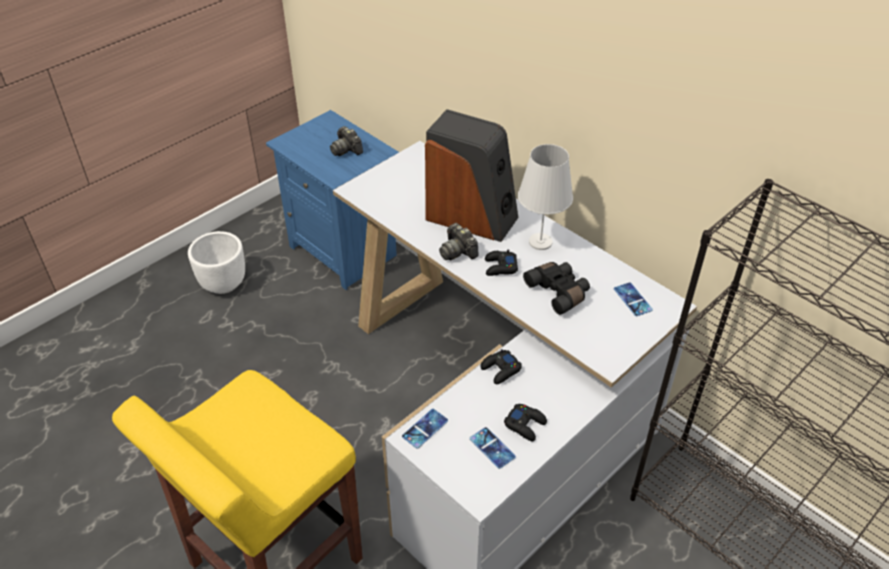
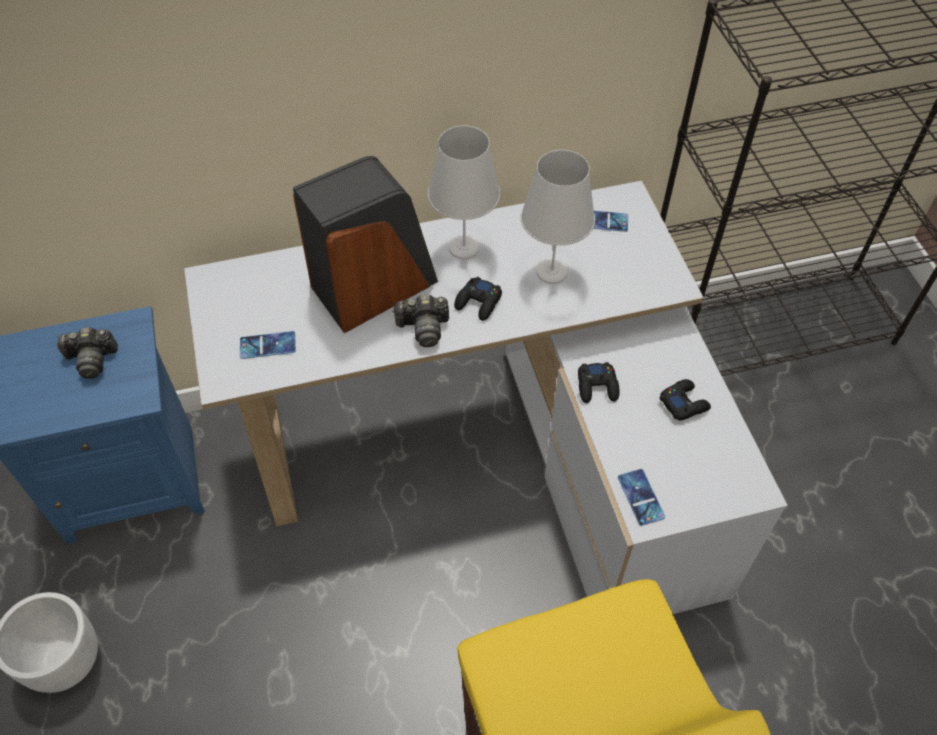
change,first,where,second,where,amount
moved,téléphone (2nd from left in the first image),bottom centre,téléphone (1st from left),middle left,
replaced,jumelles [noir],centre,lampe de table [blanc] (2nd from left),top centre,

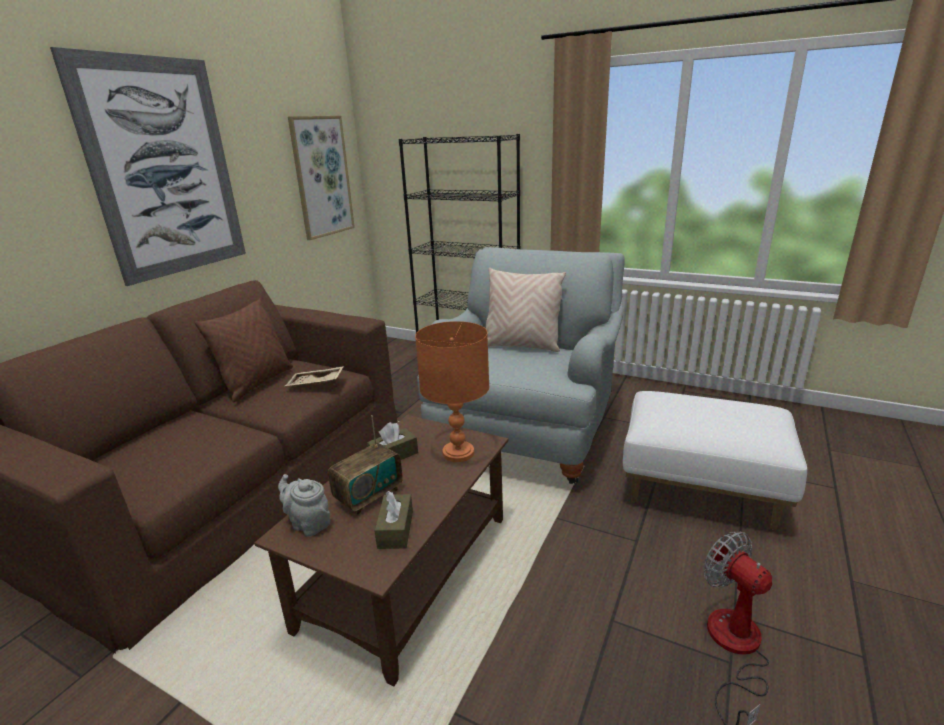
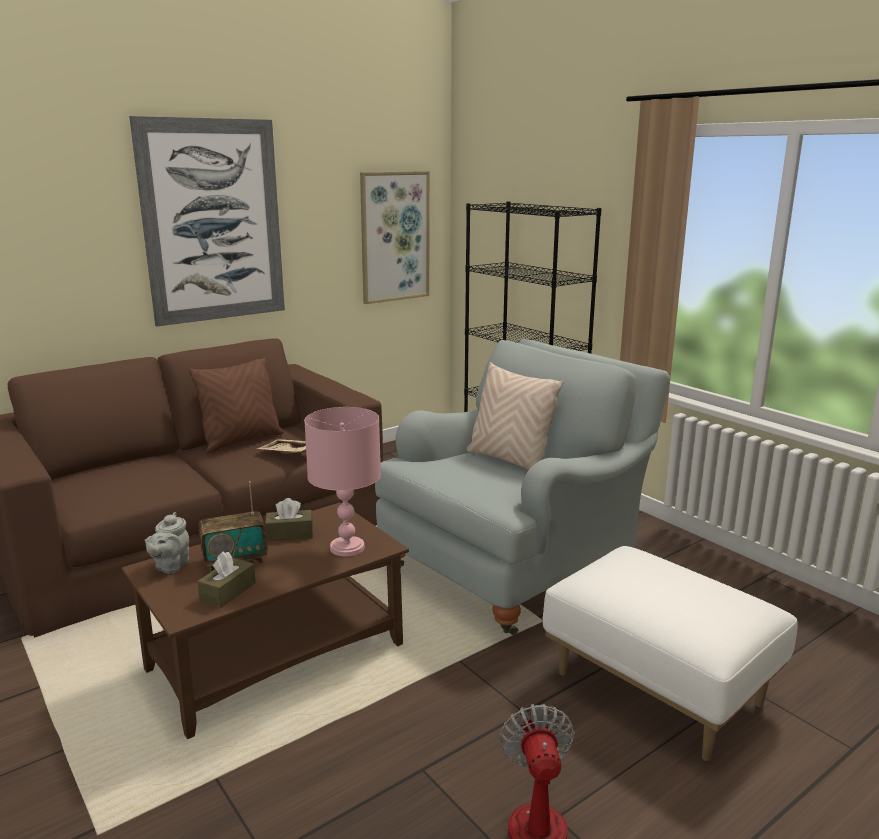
change,first,where,second,where,amount
recoloured,lampe de table [orange],centre,lampe de table [rose],centre,
turned,théière [gris],bottom left,,middle left,135 degrees counterclockwise

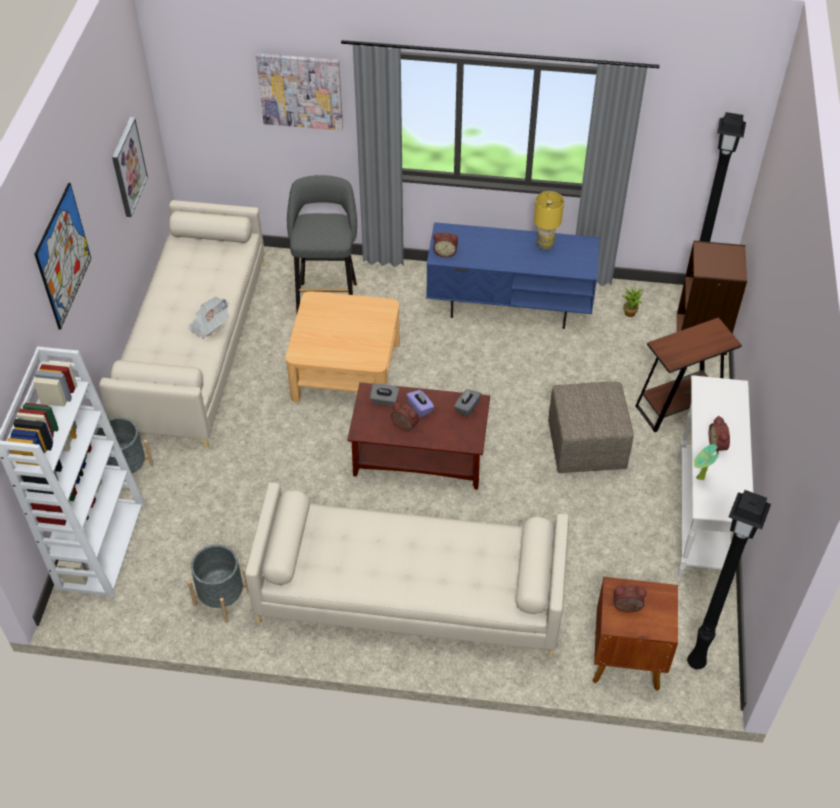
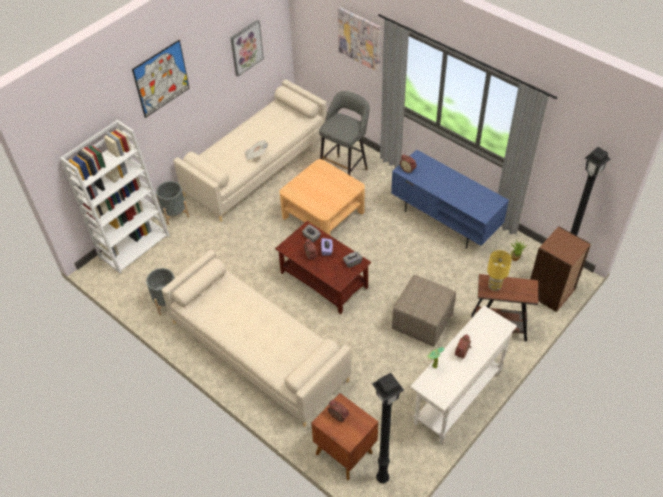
change,first,where,second,where,amount
moved,lampe de table [jaune],top centre,,middle right,

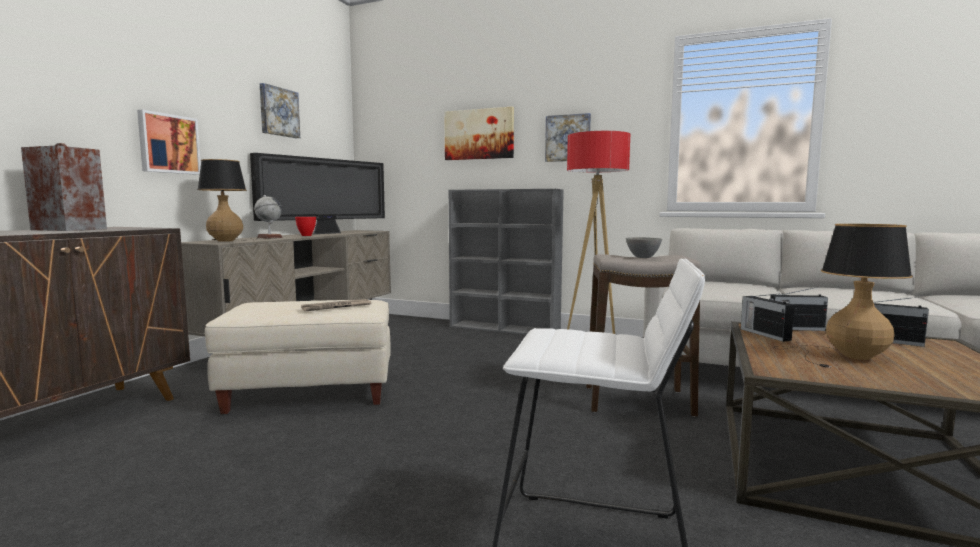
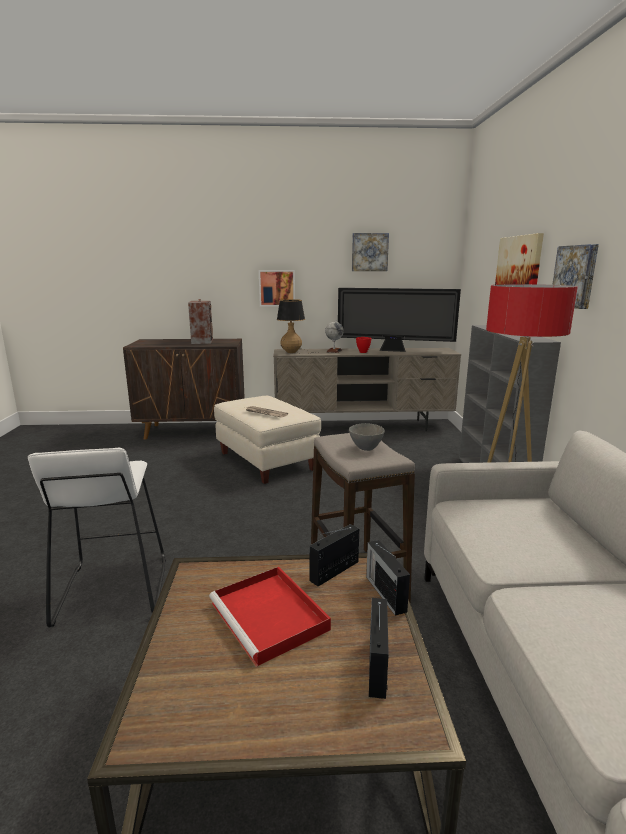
change,first,where,second,where,amount
replaced,lampe de table (2nd from left),middle right,plateau [rouge],bottom centre,

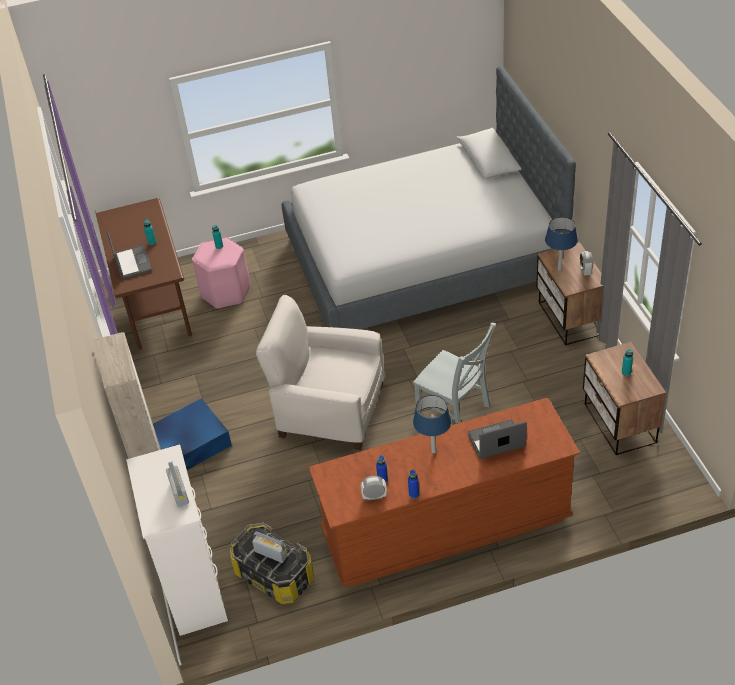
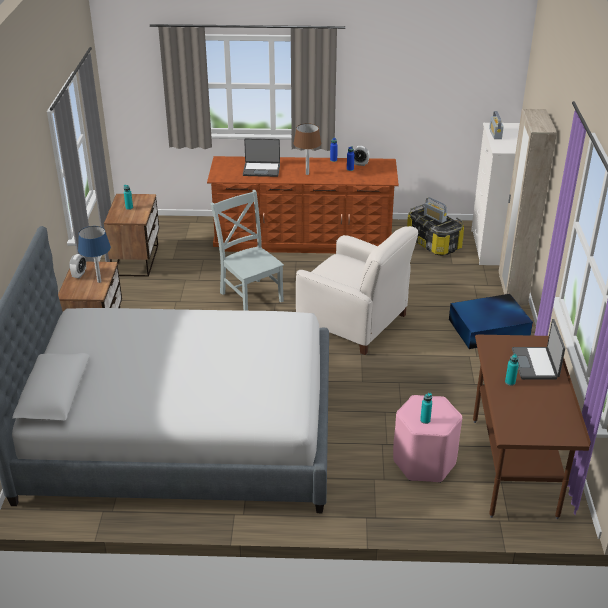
change,first,where,second,where,amount
recoloured,lampe de table [bleu] (1st from left),centre,lampe de table [marron],top centre,

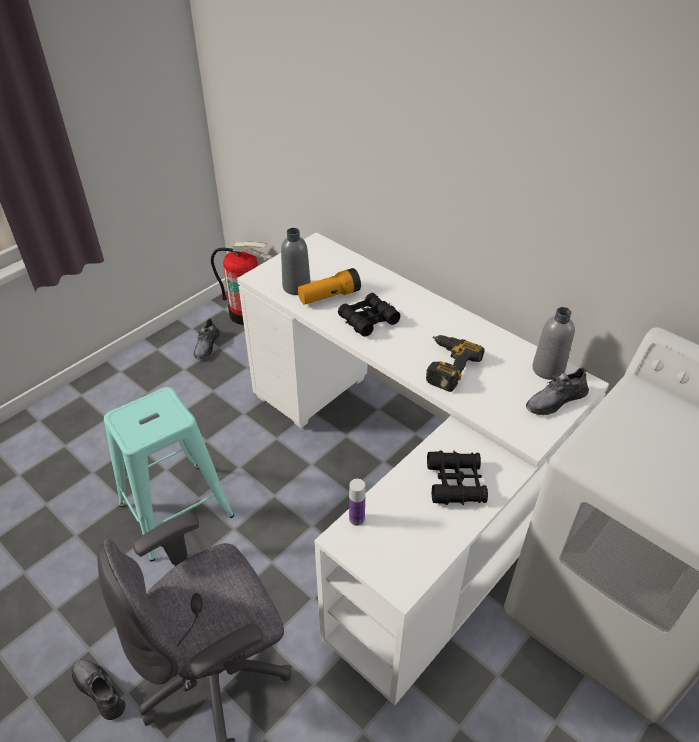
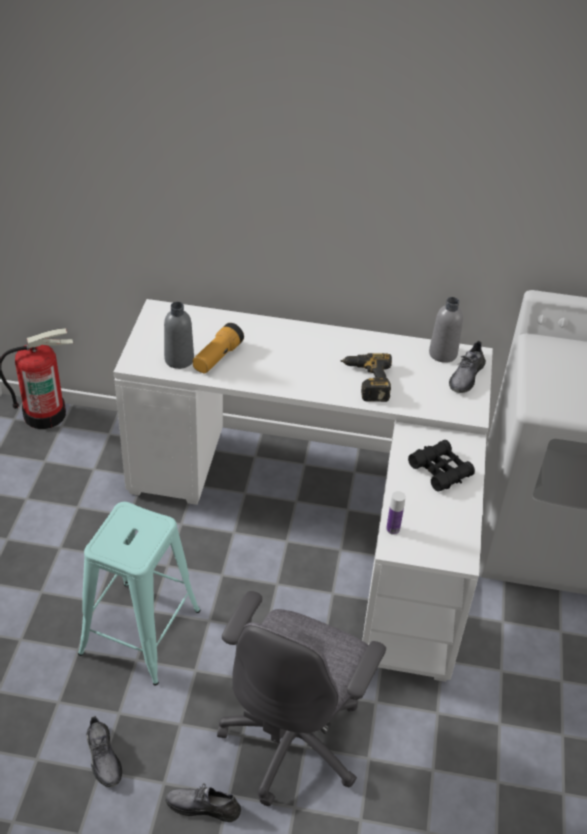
change,first,where,second,where,amount
removed,jumelles [noir] (1st from left),centre,,,
moved,chaussure [gris] (2nd from left in the first image),middle left,chaussure [gris] (1st from left),bottom left,

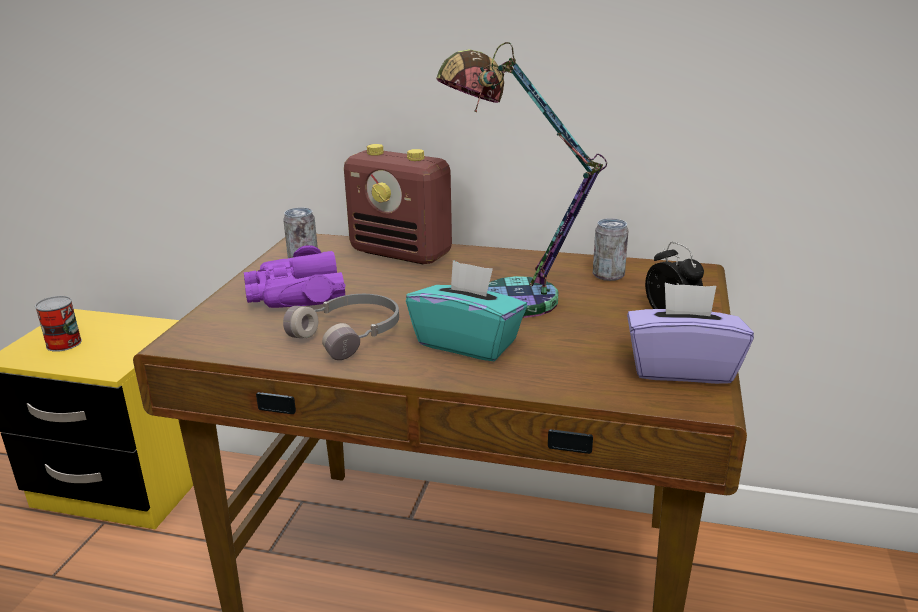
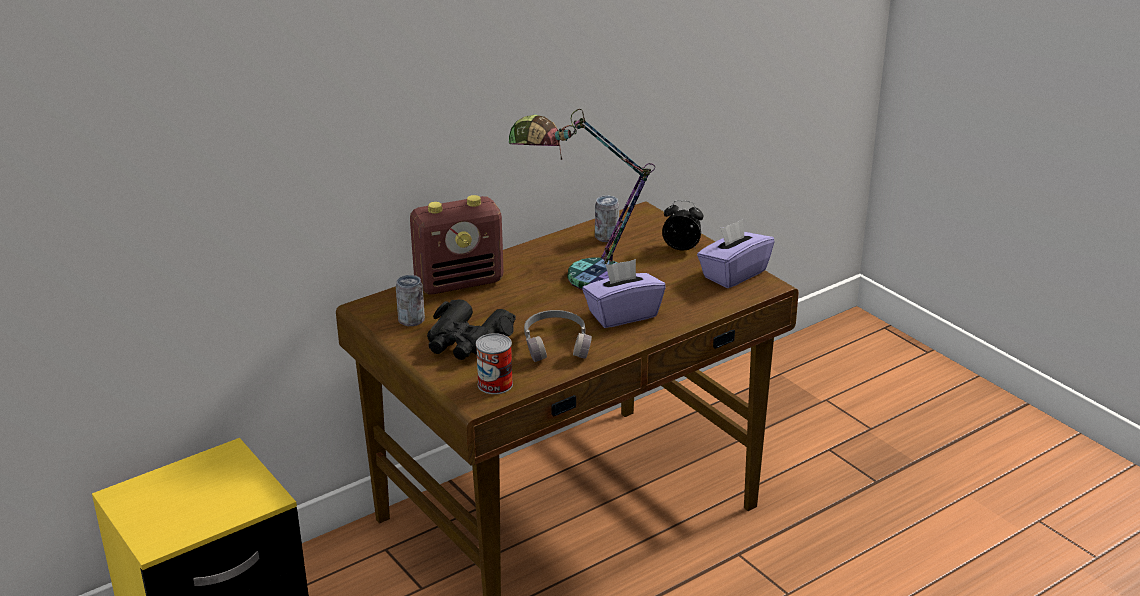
change,first,where,second,where,amount
moved,boîte métallique (1st from left in the first image),middle left,boîte métallique (2nd from left),centre,
recoloured,jumelles [violet],middle left,jumelles [noir],centre,
recoloured,boîte à mouchoirs [turquoise],centre,boîte à mouchoirs [violet] (1st from left),centre,

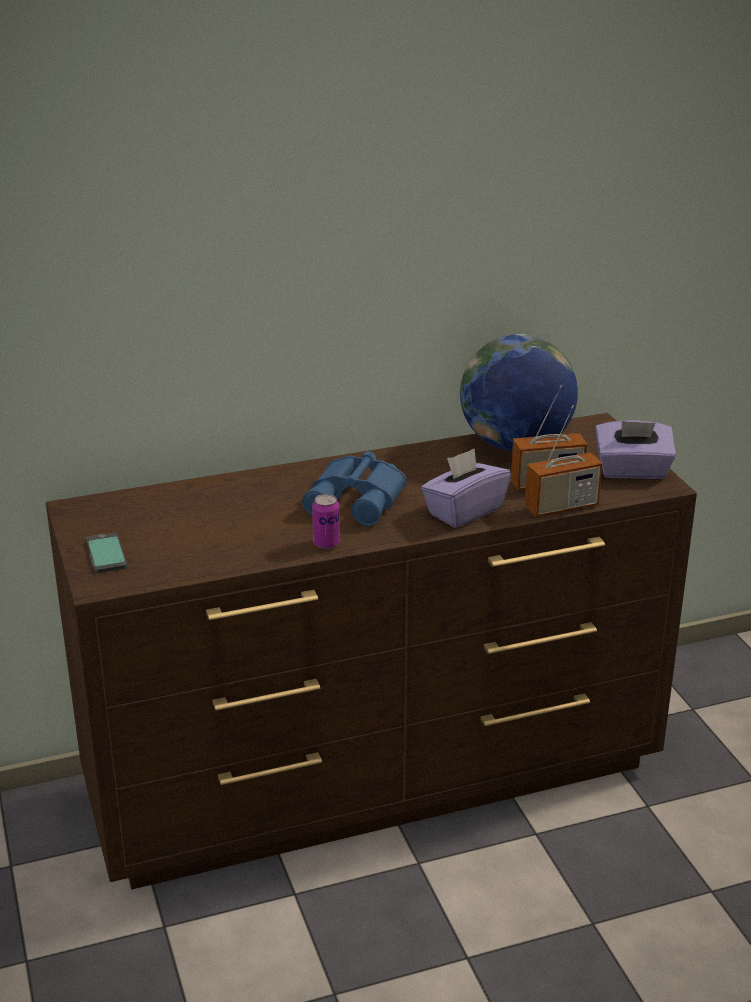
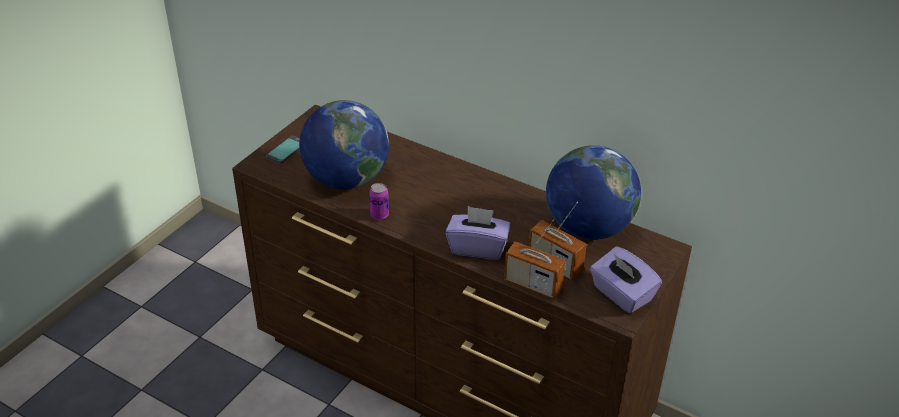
change,first,where,second,where,amount
removed,jumelles [bleu],centre,,,
added,,,globe (1st from left),centre,

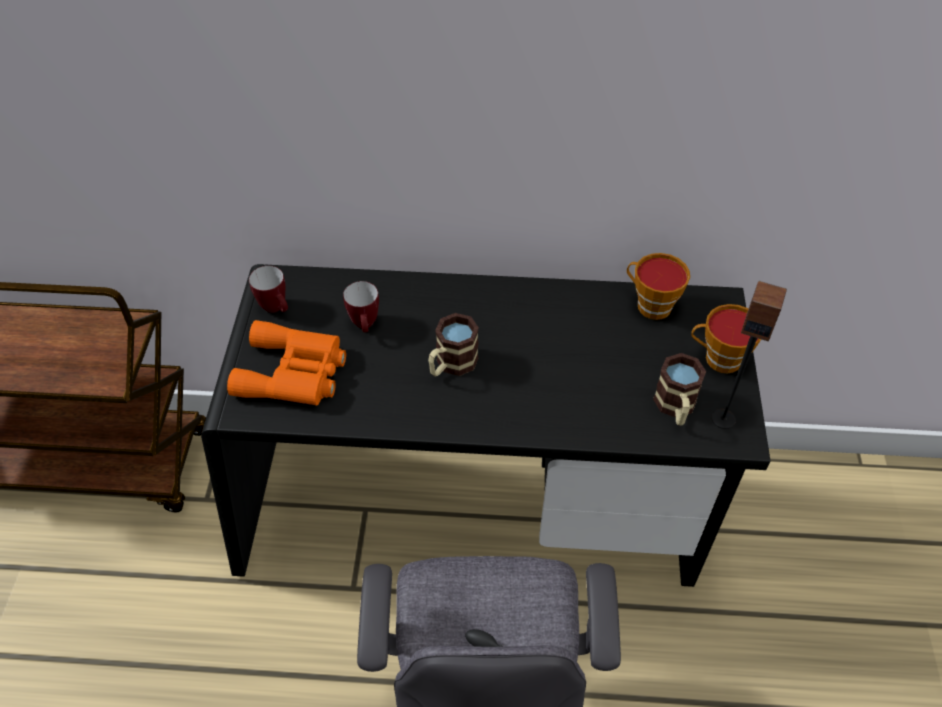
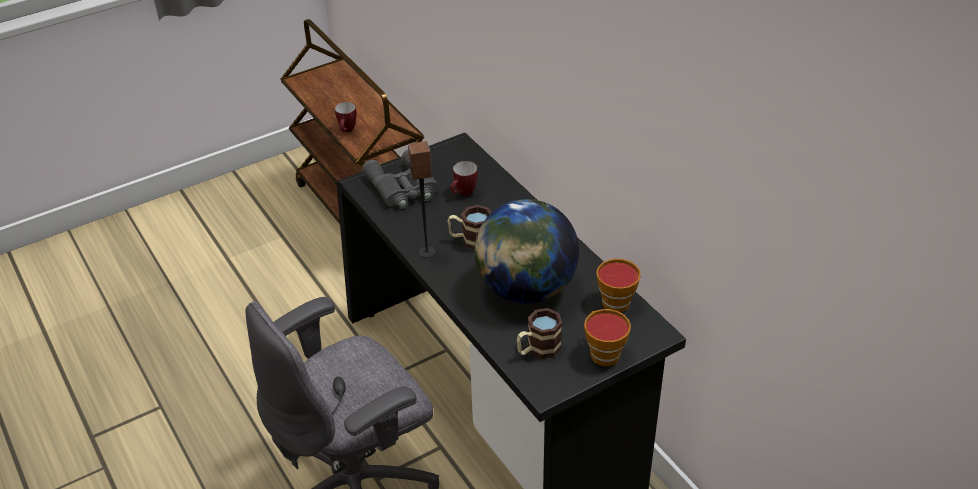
change,first,where,second,where,amount
added,,,globe,centre,
moved,mug (1st from left),middle left,,top centre,
moved,enceinte,middle right,,centre,
recoloured,jumelles [orange],middle left,jumelles [gris],centre,

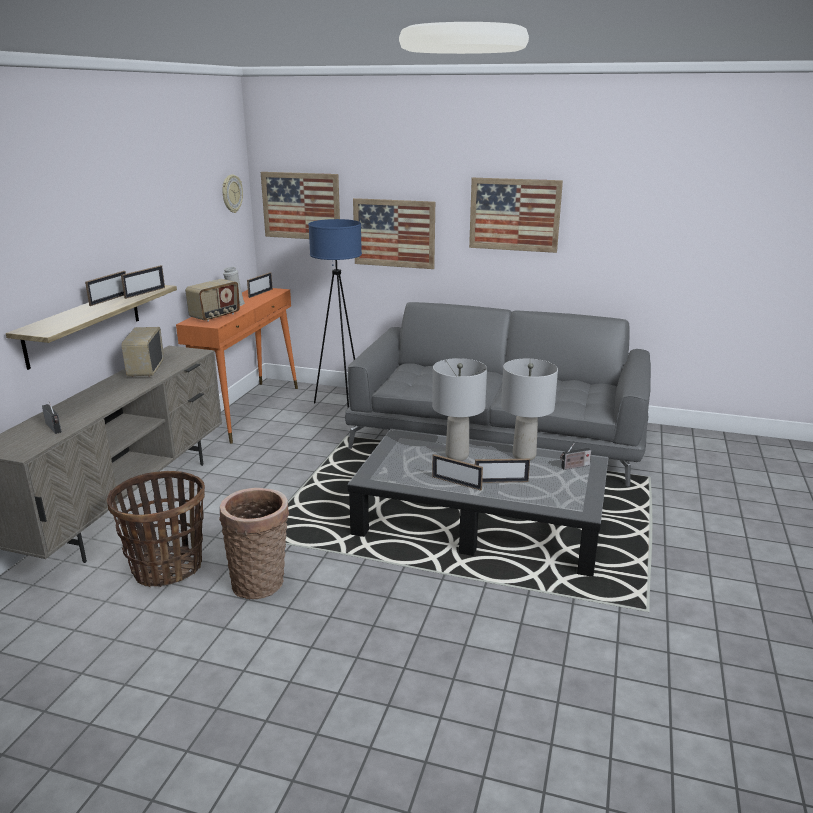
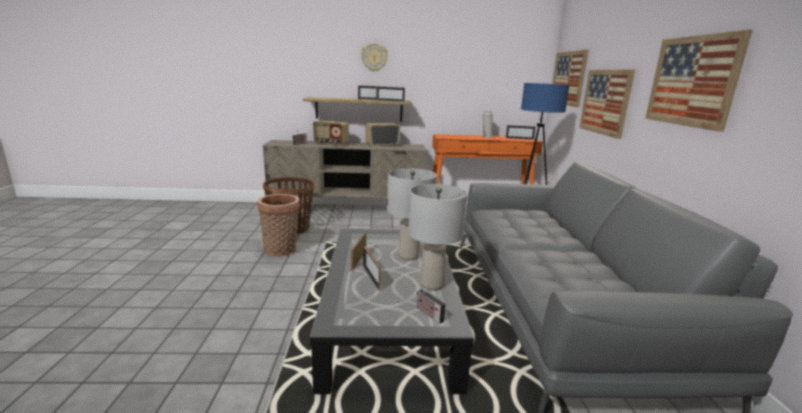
change,first,where,second,where,amount
moved,radio (3rd from left in the first image),middle left,radio (2nd from left),top centre,
moved,horloge murale,top left,,top centre,

